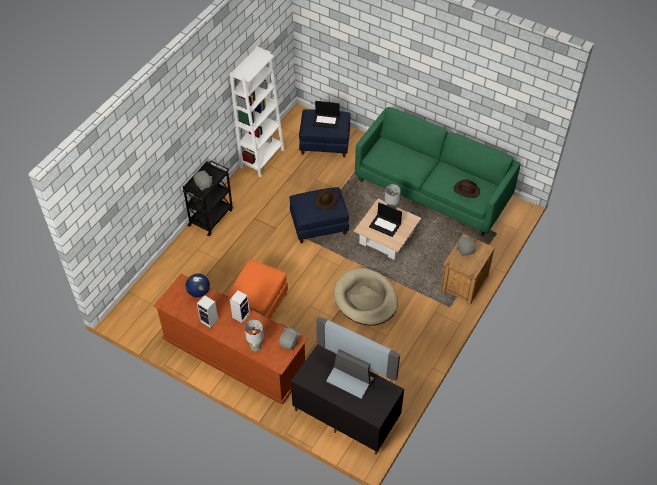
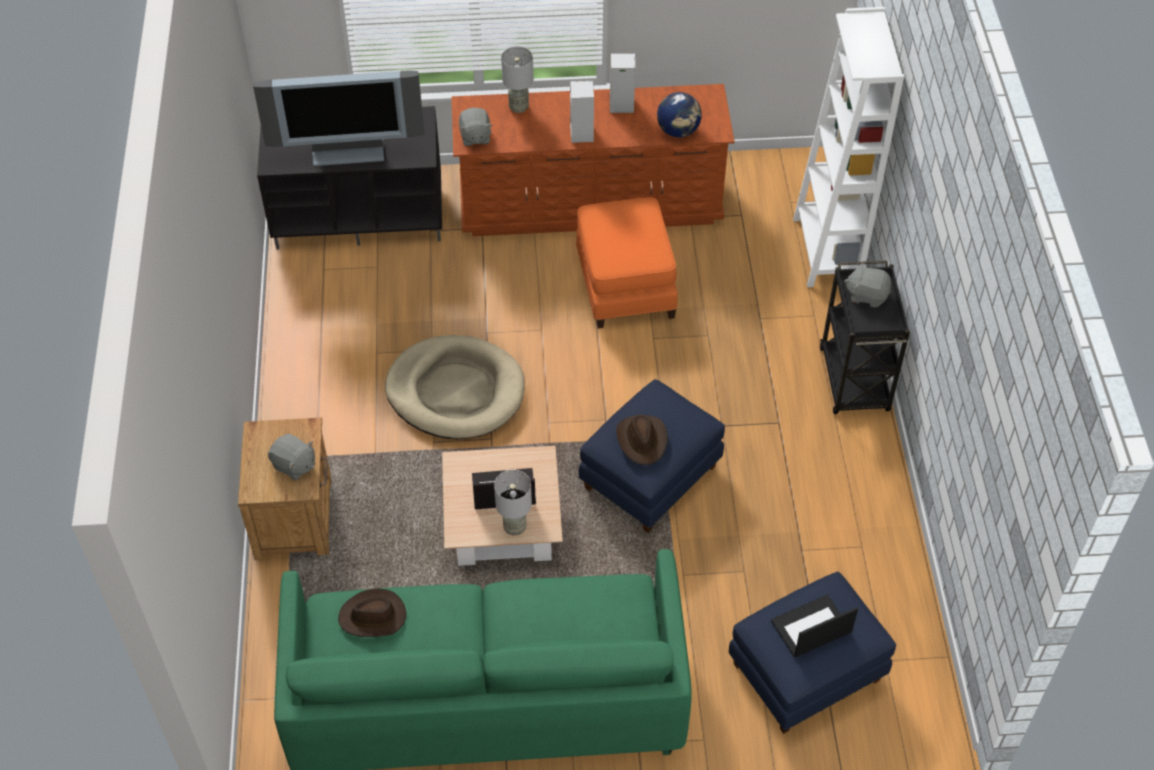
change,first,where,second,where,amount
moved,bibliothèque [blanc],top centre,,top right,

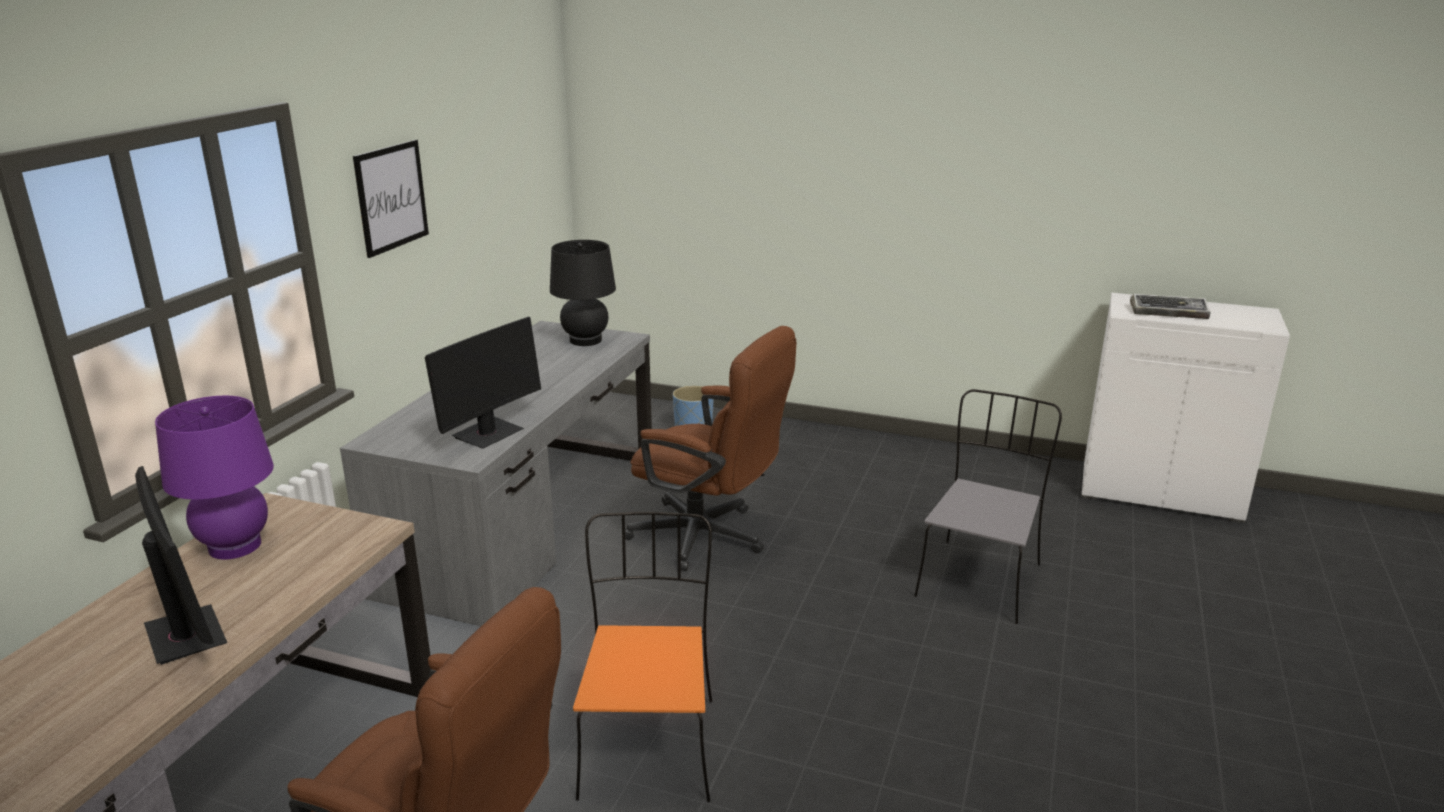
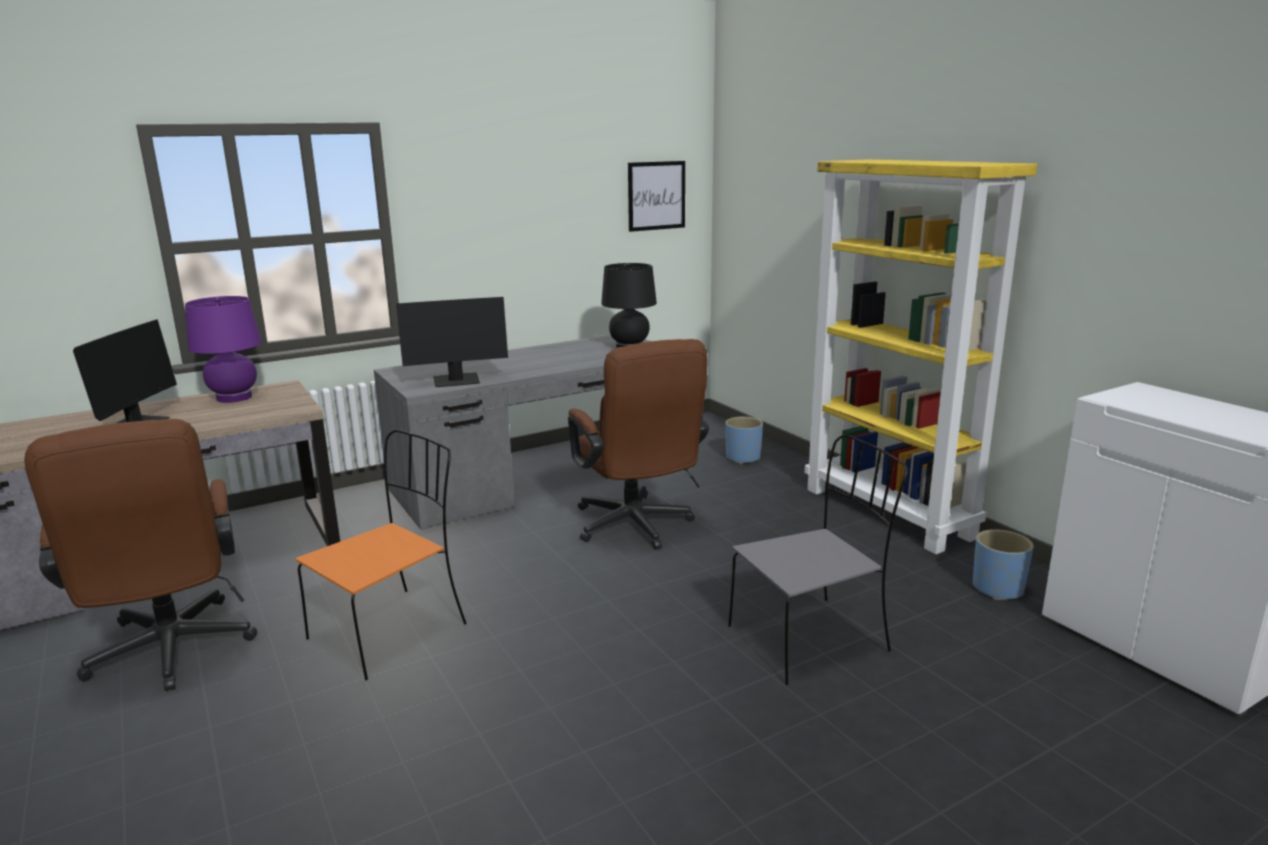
change,first,where,second,where,amount
removed,clavier,middle right,,,
added,,,bibliothèque [jaune],middle right,
added,,,cache-pot [bleu] (2nd from left),bottom right,
moved,tableau,top left,,top centre,

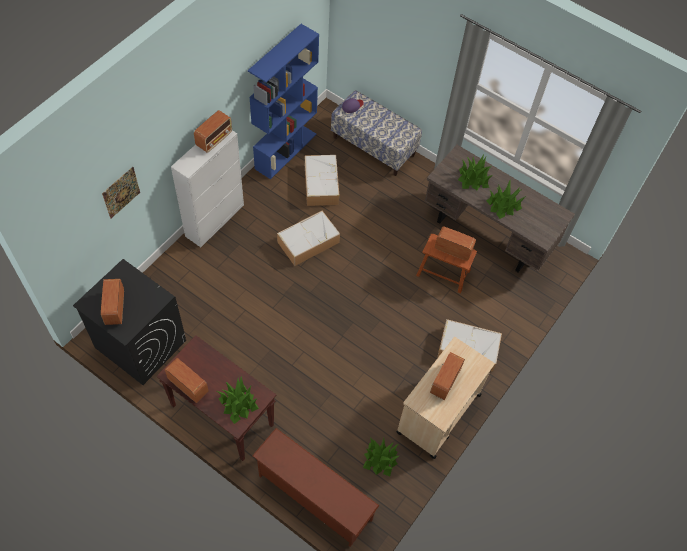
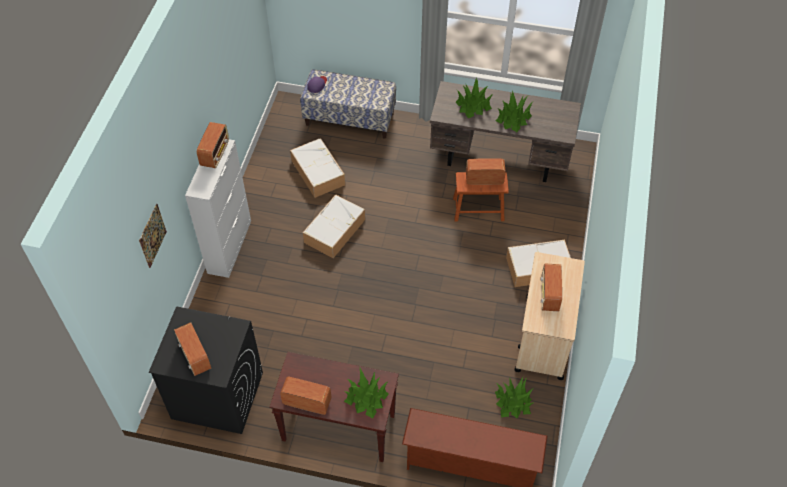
change,first,where,second,where,amount
removed,bibliothèque [bleu],top centre,,,

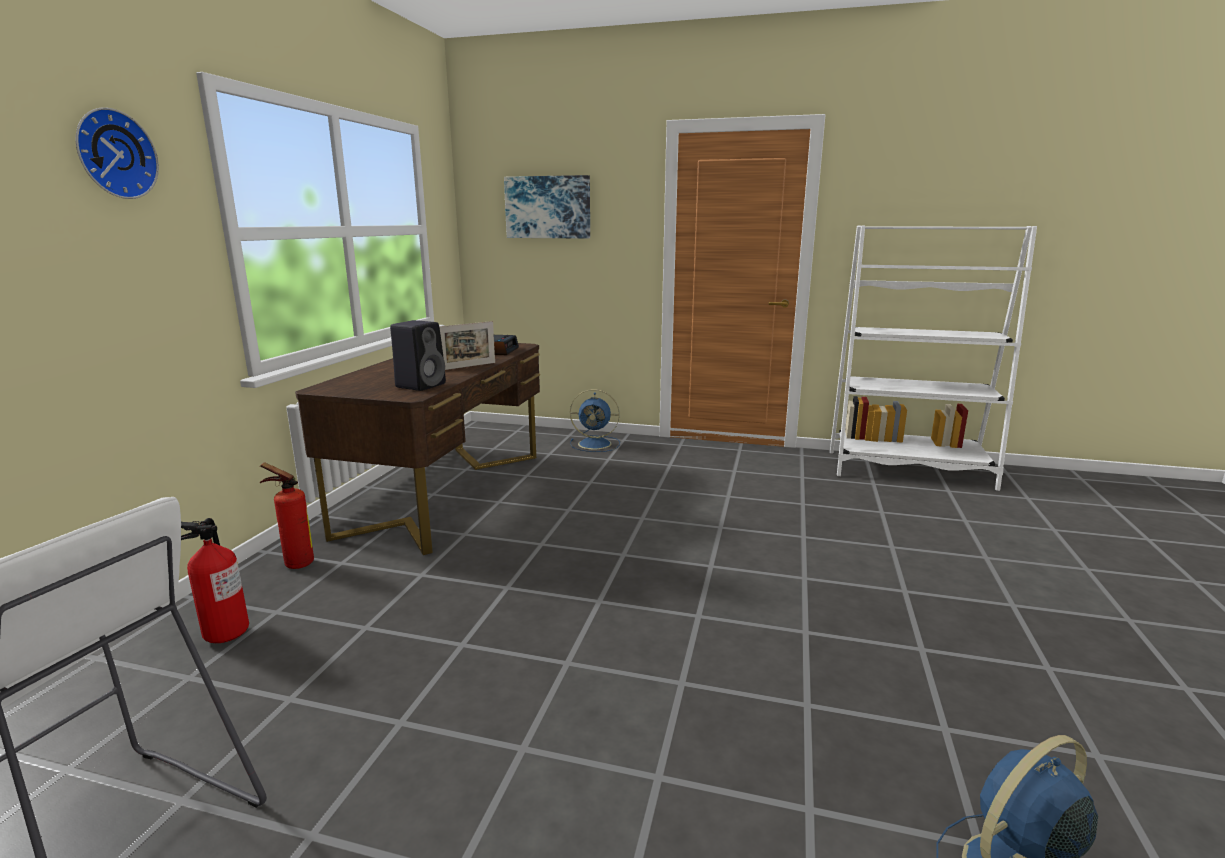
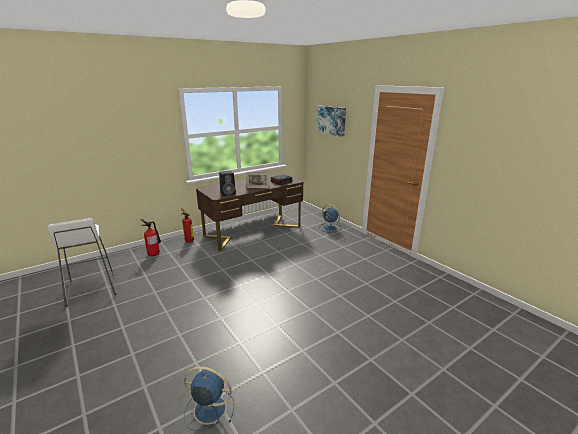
change,first,where,second,where,amount
removed,horloge murale,top left,,,
removed,bibliothèque [blanc],middle right,,,

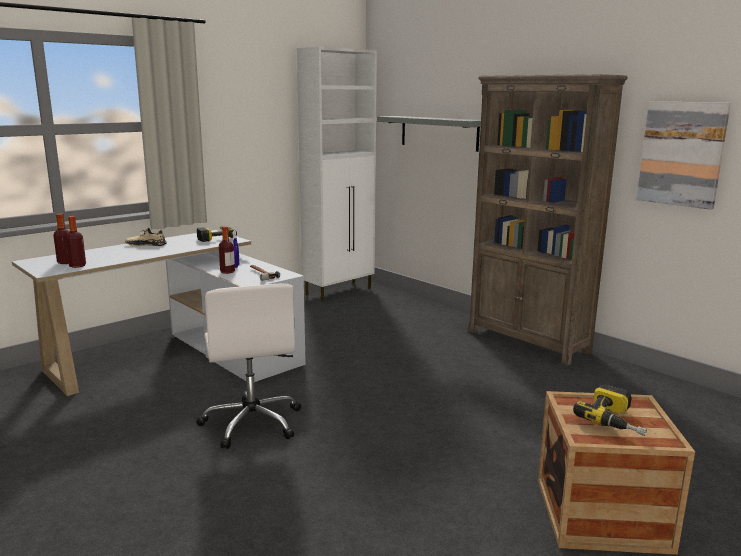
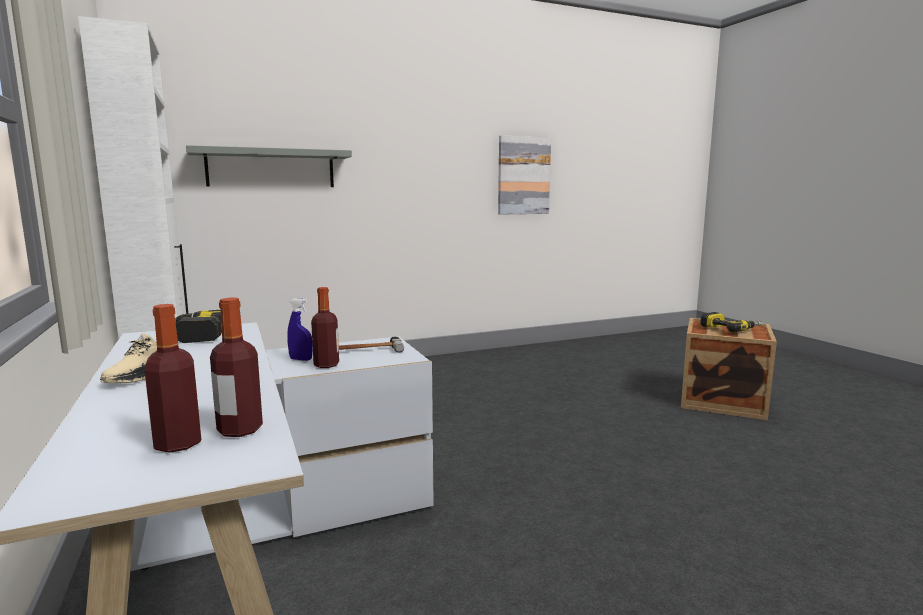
change,first,where,second,where,amount
removed,chaise de bureau [blanc],centre,,,
removed,bibliothèque [marron],middle right,,,

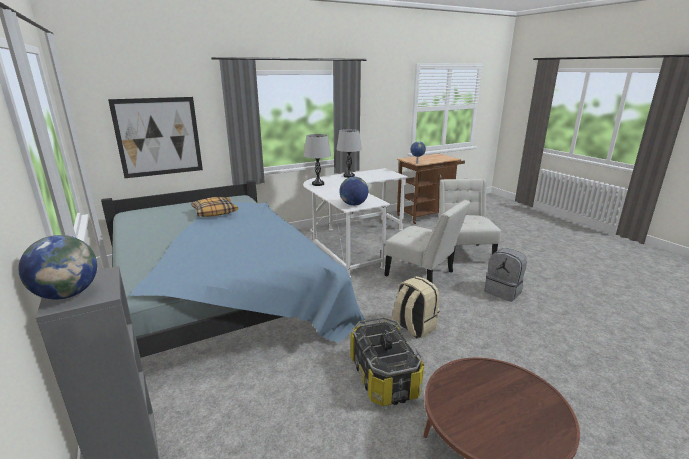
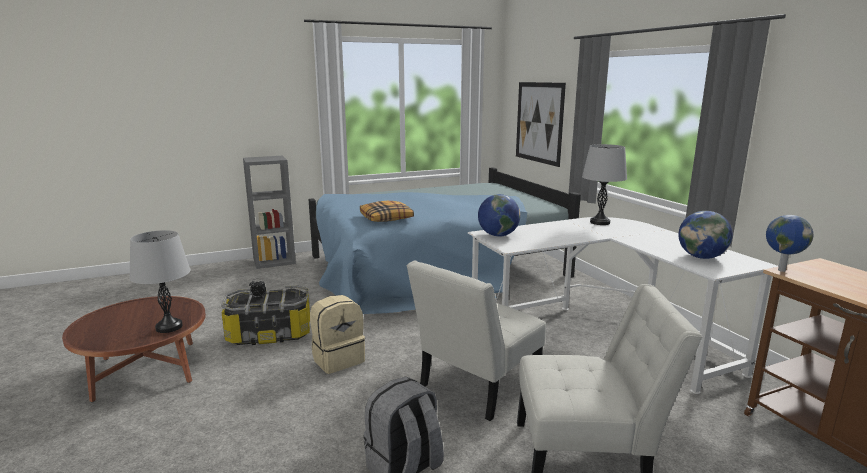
change,first,where,second,where,amount
moved,globe (1st from left in the first image),middle left,globe (2nd from left),middle right,
moved,coussin,middle left,,centre,
moved,lampe de table [gris] (2nd from left in the first image),centre,lampe de table [gris] (1st from left),middle left,

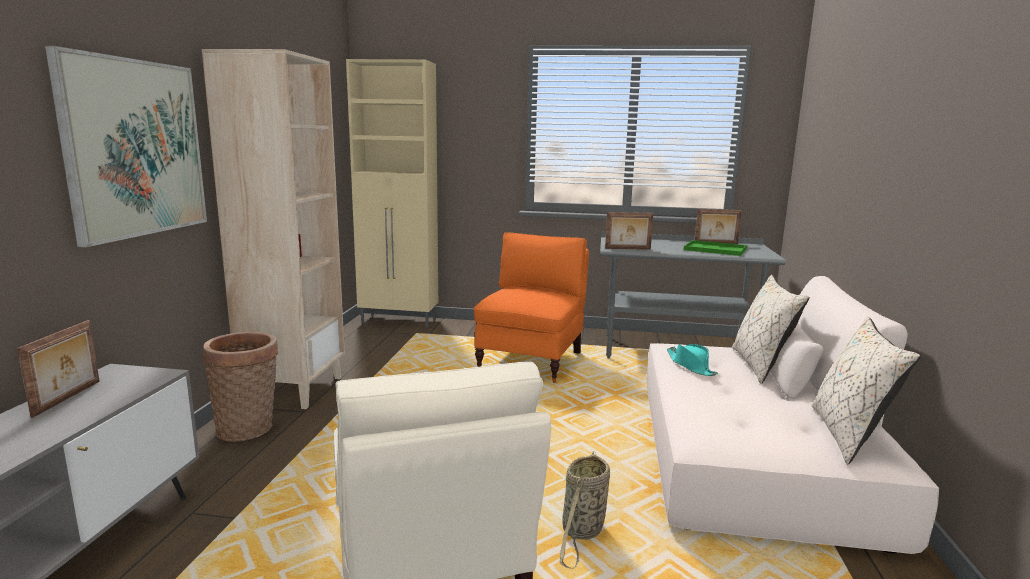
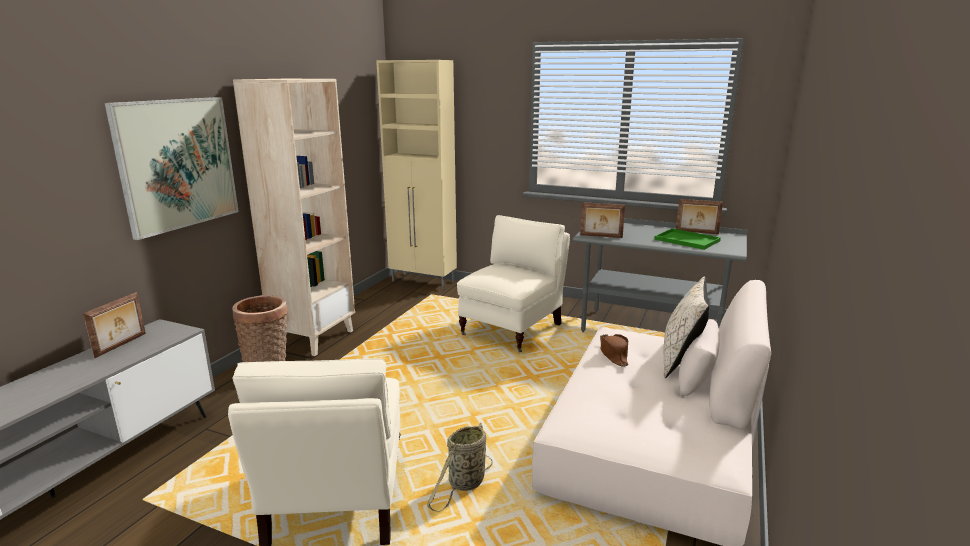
change,first,where,second,where,amount
removed,coussin [beige] (2nd from left),bottom right,,,
recoloured,fauteuil [orange],centre,fauteuil [beige] (2nd from left),centre,
recoloured,chapeau [turquoise],middle right,chapeau [marron],centre,

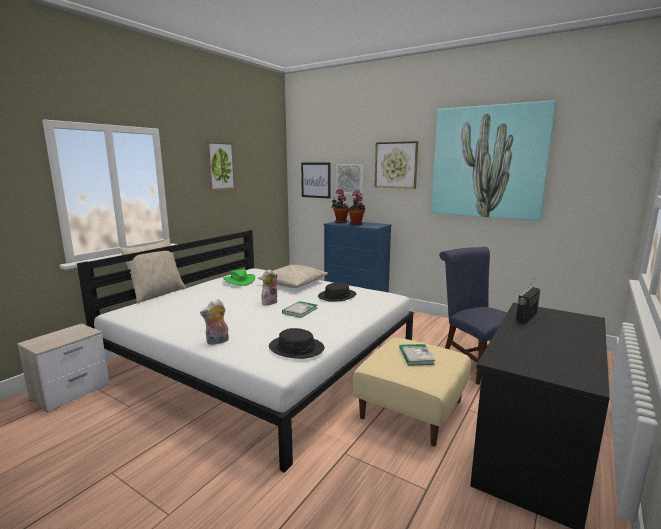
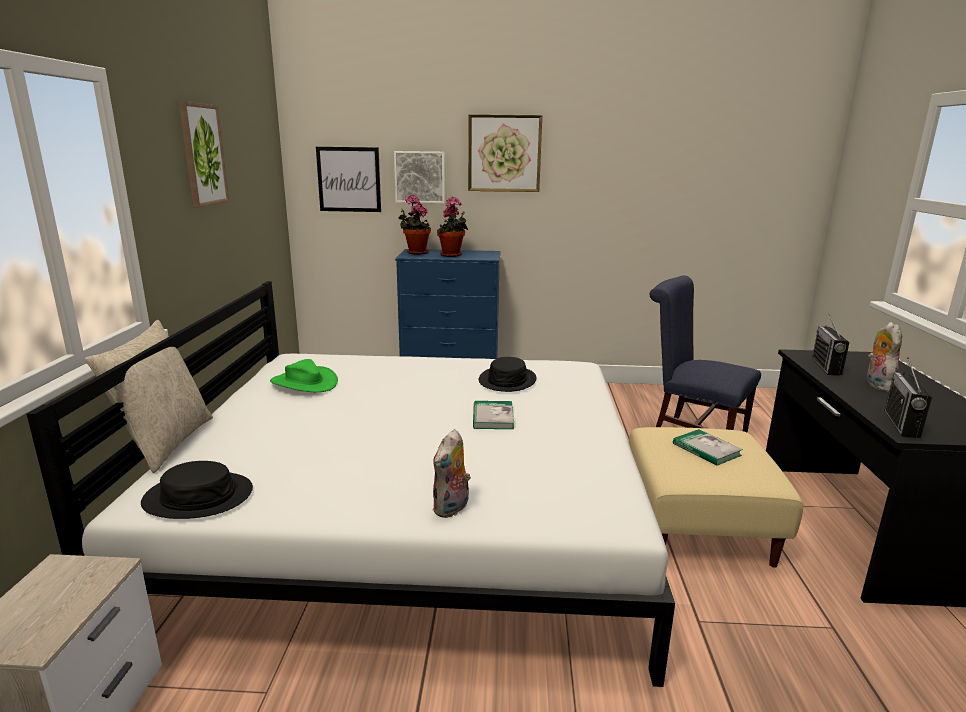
change,first,where,second,where,amount
removed,coussin [beige] (2nd from left),centre,,,
removed,tableau (5th from left),top right,,,
added,,,radio (2nd from left),middle right,
moved,peluche (2nd from left),centre,,middle right,
moved,chapeau [noir] (1st from left),centre,,bottom left,

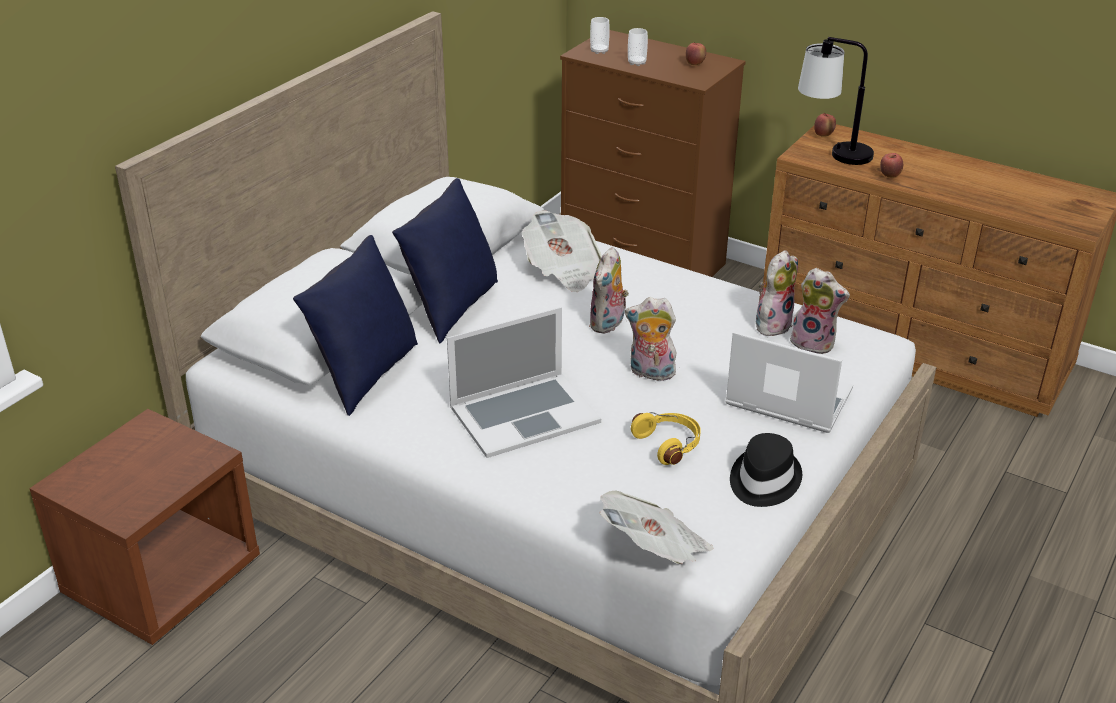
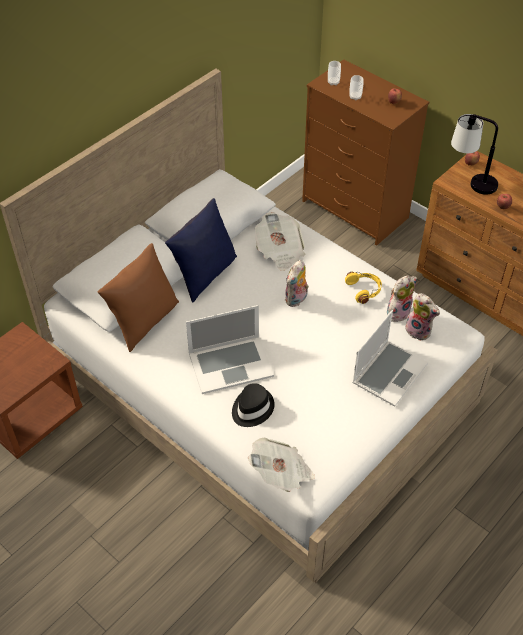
change,first,where,second,where,amount
removed,peluche (2nd from left),centre,,,
moved,casque audio [jaune],centre,,middle right,
moved,chapeau [noir],bottom right,,centre,
recoloured,coussin [bleu] (1st from left),middle left,coussin [marron],middle left,
turned,ordinateur portable (2nd from left),middle right,,middle right,90 degrees clockwise

